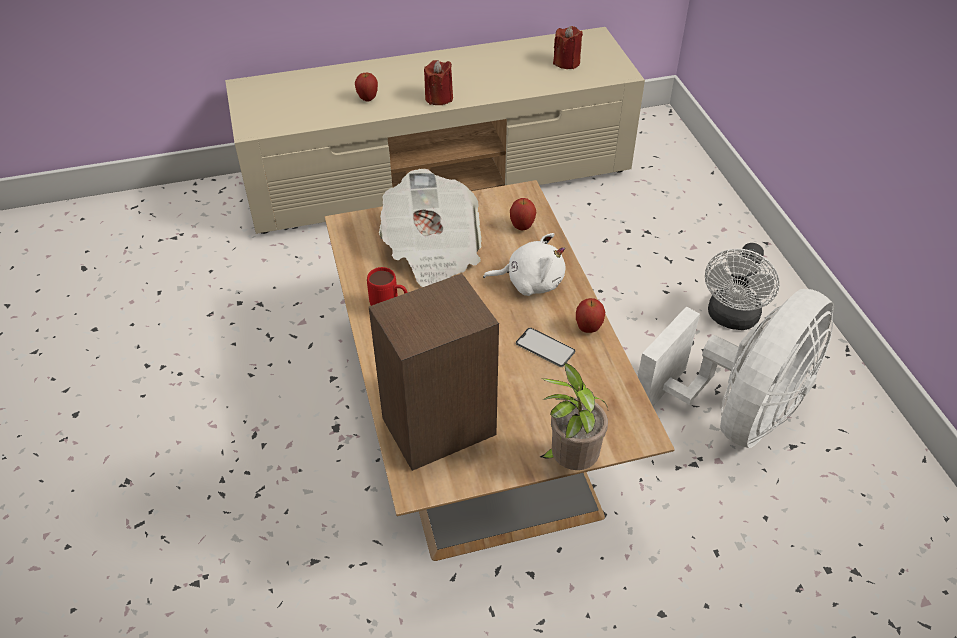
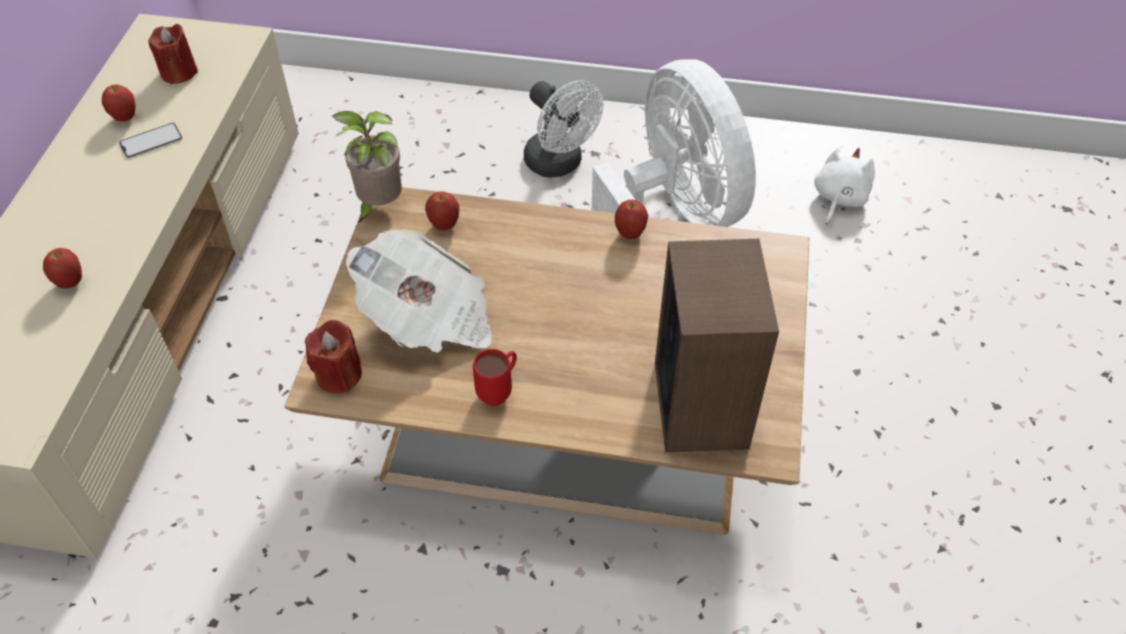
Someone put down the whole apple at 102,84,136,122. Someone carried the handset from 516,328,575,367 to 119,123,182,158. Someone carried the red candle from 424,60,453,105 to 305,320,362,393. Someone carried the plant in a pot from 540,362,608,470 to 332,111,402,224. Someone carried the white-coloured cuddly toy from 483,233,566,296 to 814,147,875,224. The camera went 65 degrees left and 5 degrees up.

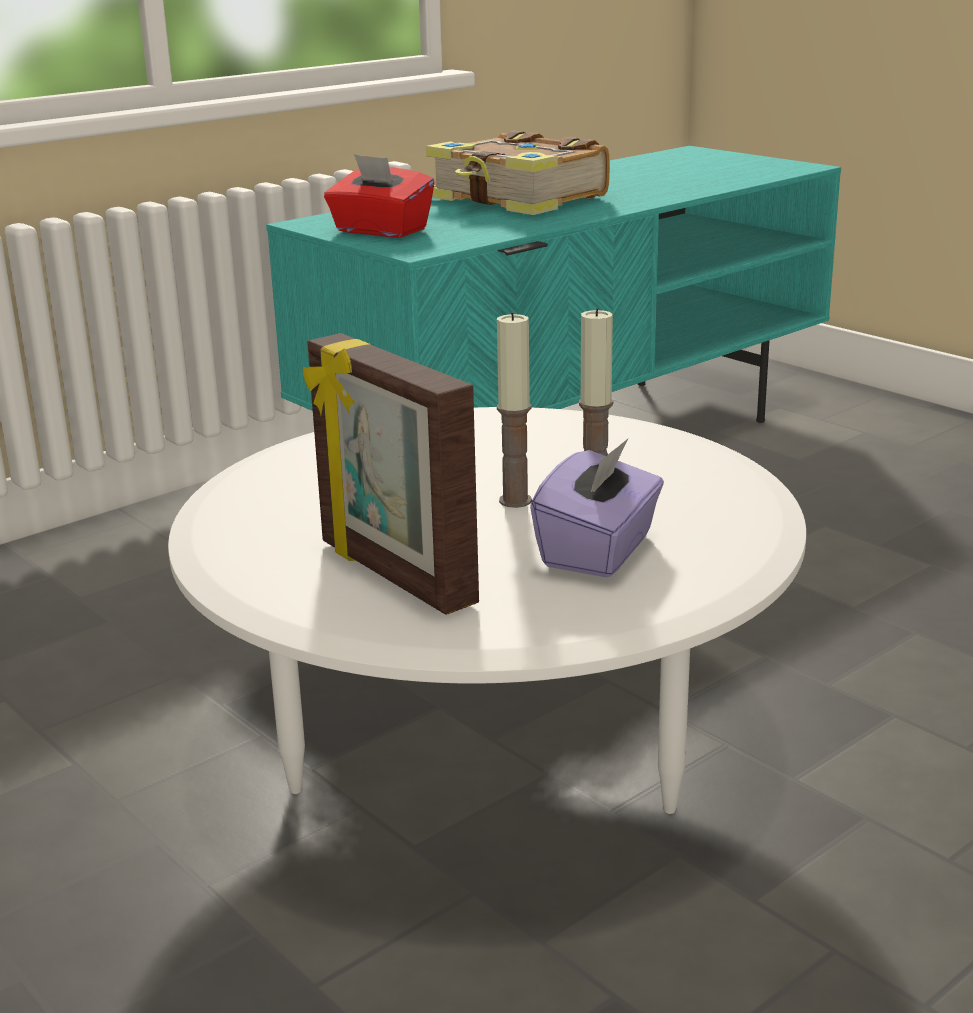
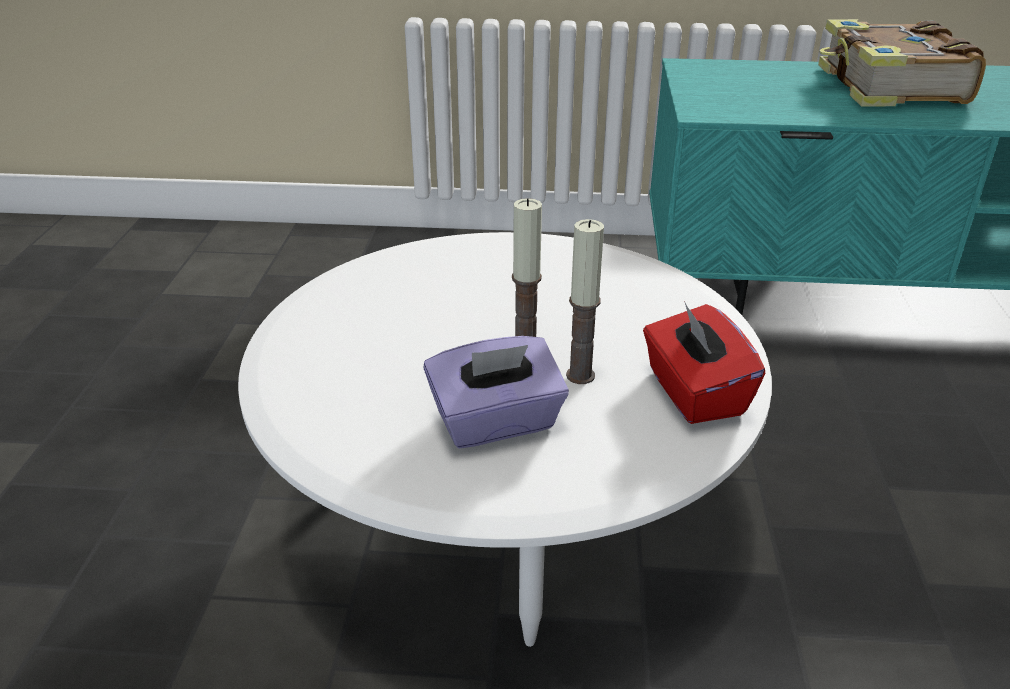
Someone carried the red tissue holder from 324,154,435,238 to 643,301,765,424. Someone took away the photo frame at 303,333,479,615. The camera went 45 degrees right and 10 degrees up.

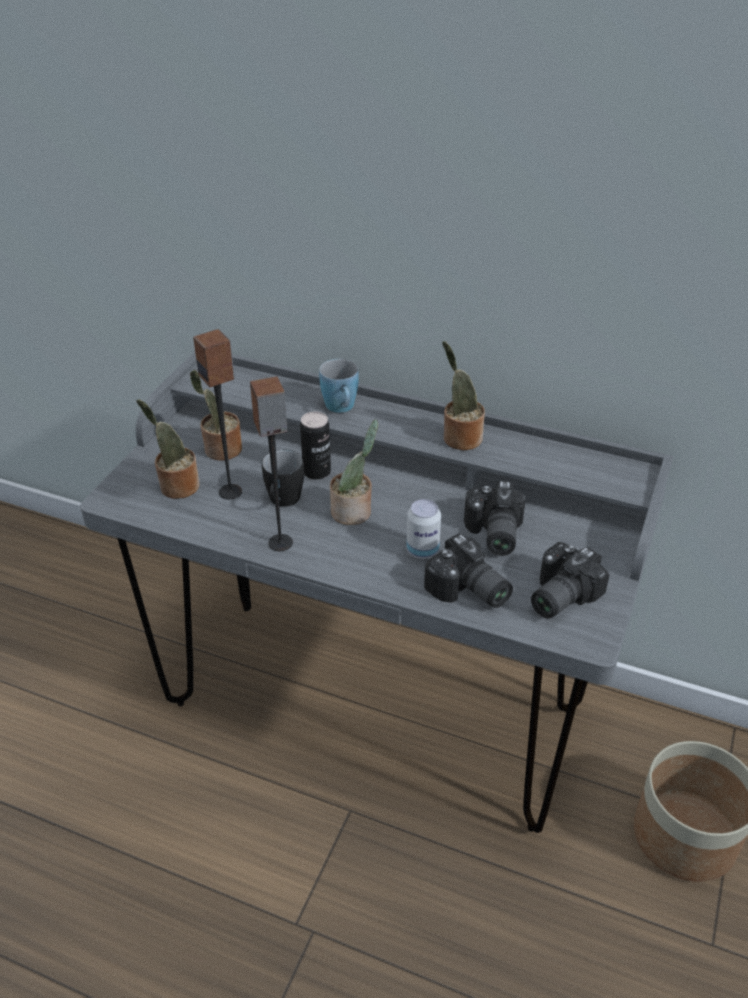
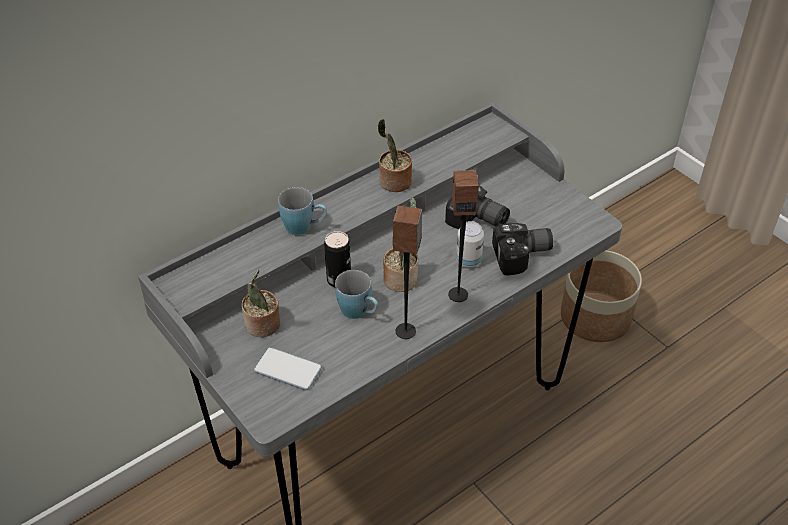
Someone swapped the plant in a pot at 136,399,200,499 for the handset at 254,347,322,390. Someone repainted the black coffee mug at 262,450,304,507, which became the blue-coloured coffee mug at 335,270,378,319. Someone carried the loudspeaker from 193,329,242,499 to 448,170,479,302. Someone took away the photo camera at 531,542,609,618. The camera went 60 degrees left and 5 degrees up.

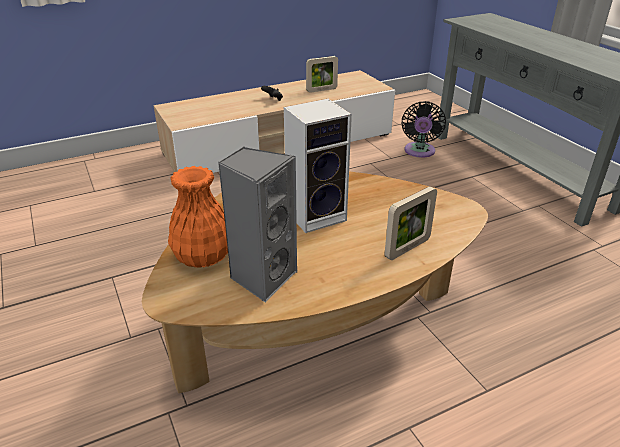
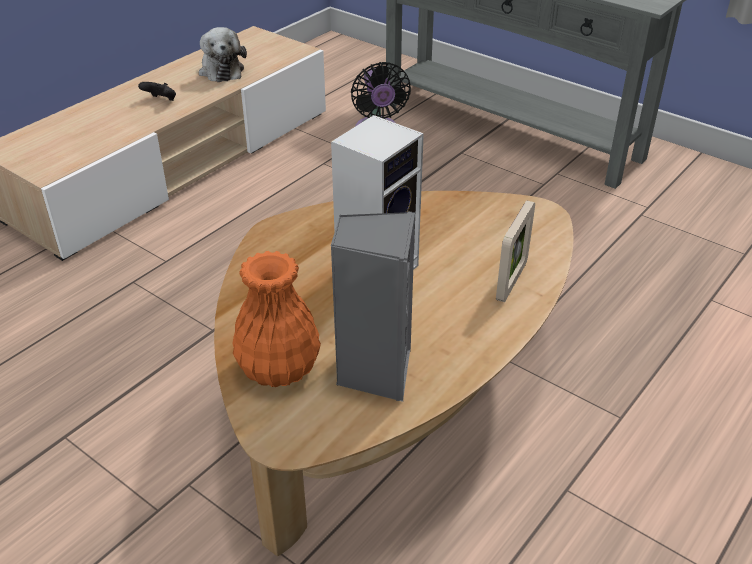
Someone swapped the photo frame at 306,56,338,93 for the cuddly toy at 199,27,247,82. The camera went 25 degrees left and 5 degrees up.

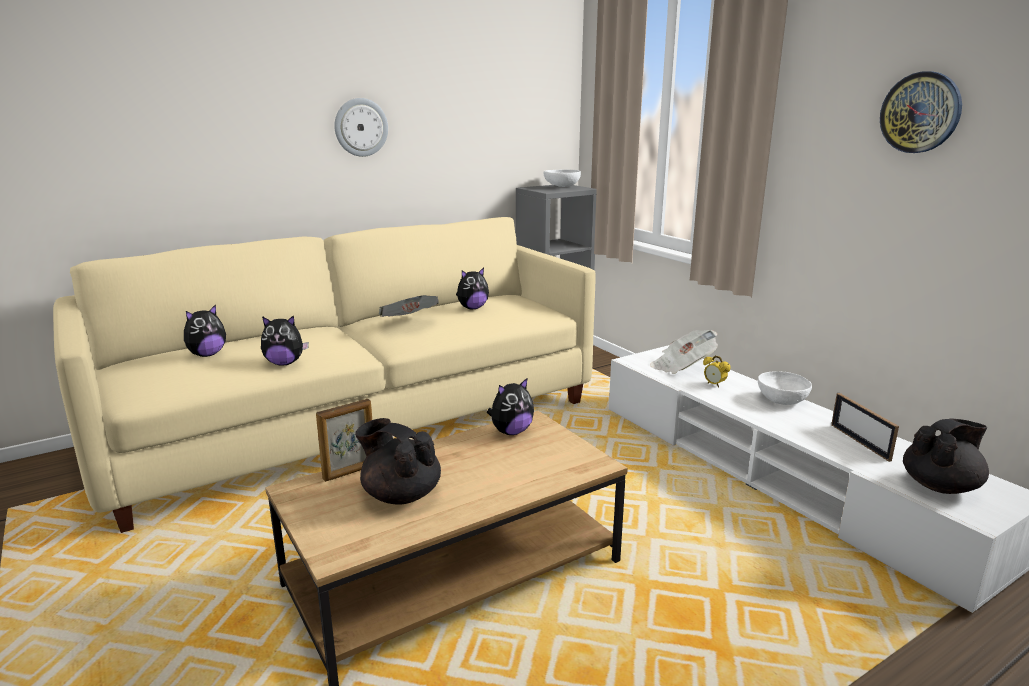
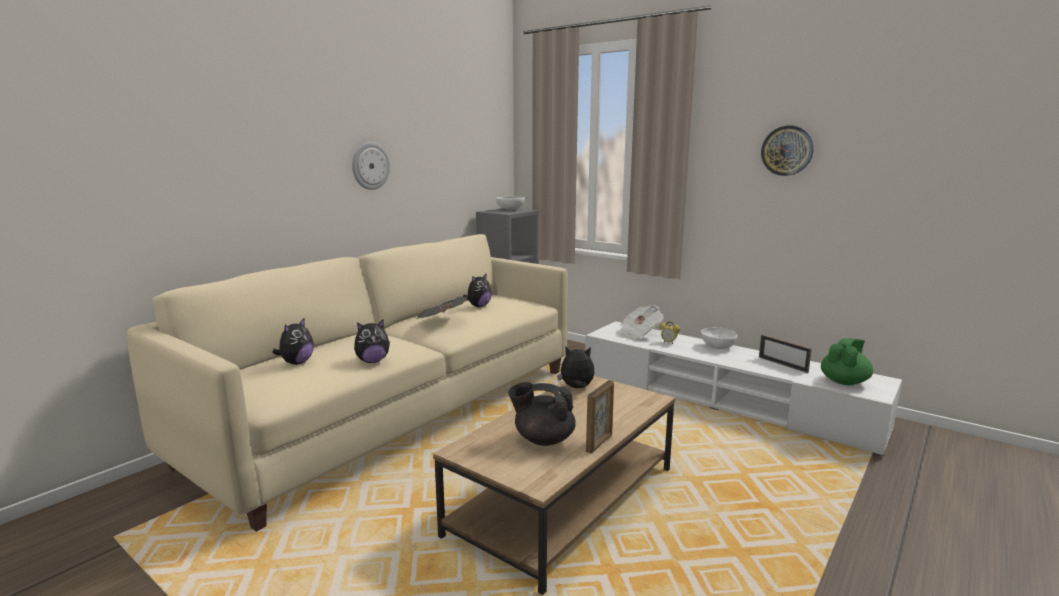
Someone rotated the cuddly toy at 487,378,534,435 by 120 degrees counterclockwise. Someone carried the photo frame from 316,399,372,482 to 586,380,614,453. Someone repainted the black teapot at 903,418,989,494, which became the greenish teapot at 821,338,873,385. The camera went 20 degrees left and 5 degrees down.

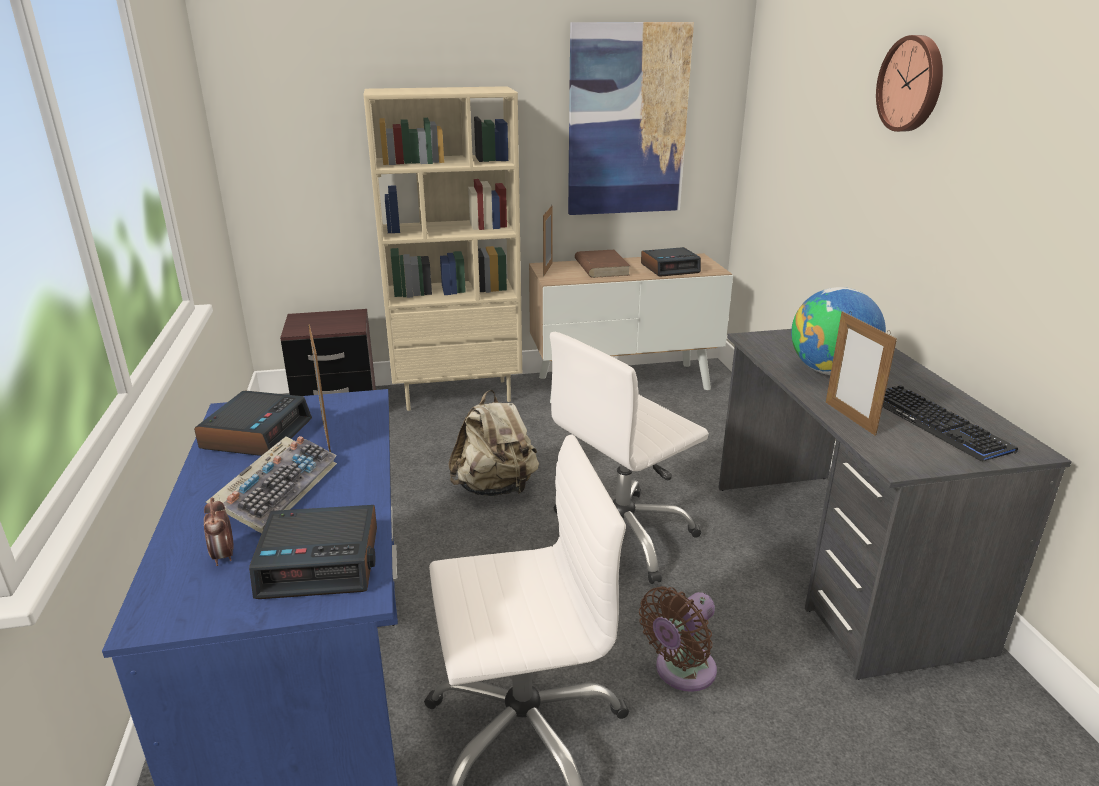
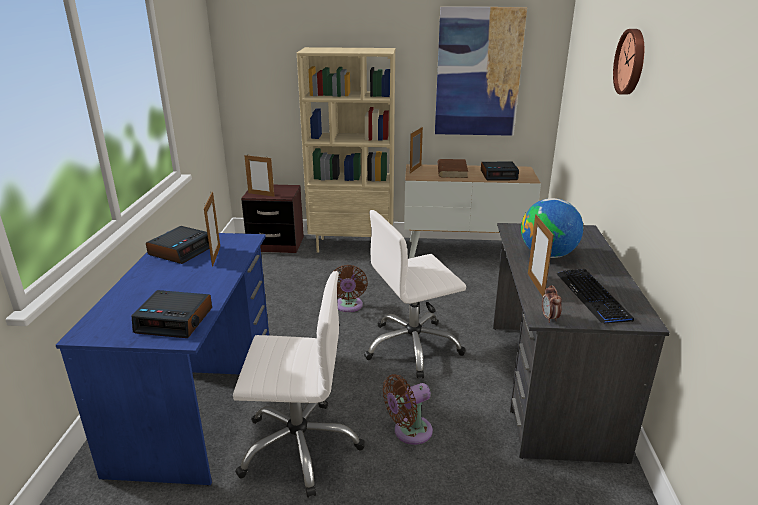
Someone put down the photo frame at 244,155,275,197. Someone swapped the sand-coloured backpack at 449,390,539,496 for the brownish electric fan at 334,265,368,312. Someone carried the table clock from 204,498,234,566 to 542,285,562,323. Someone took away the PC keyboard at 206,436,337,534. The camera went 15 degrees right and 0 degrees up.

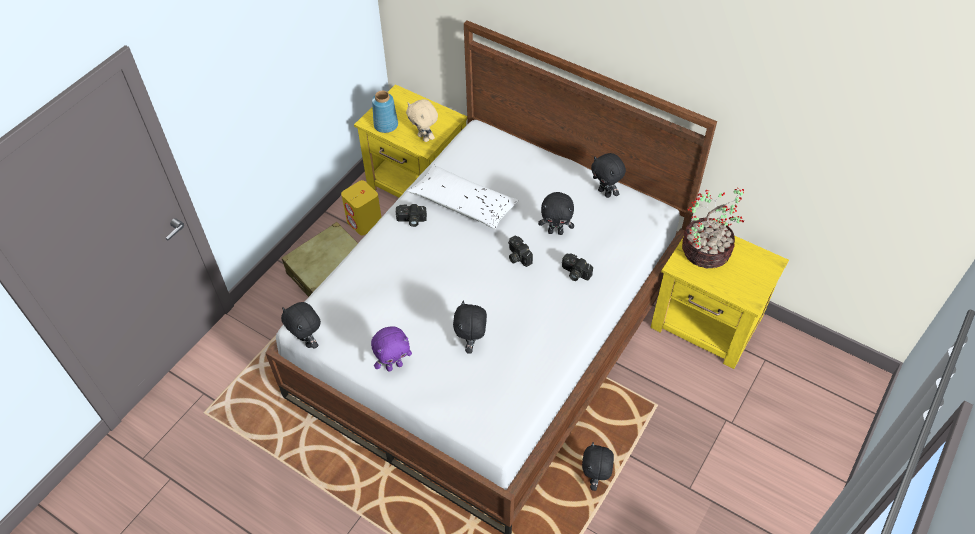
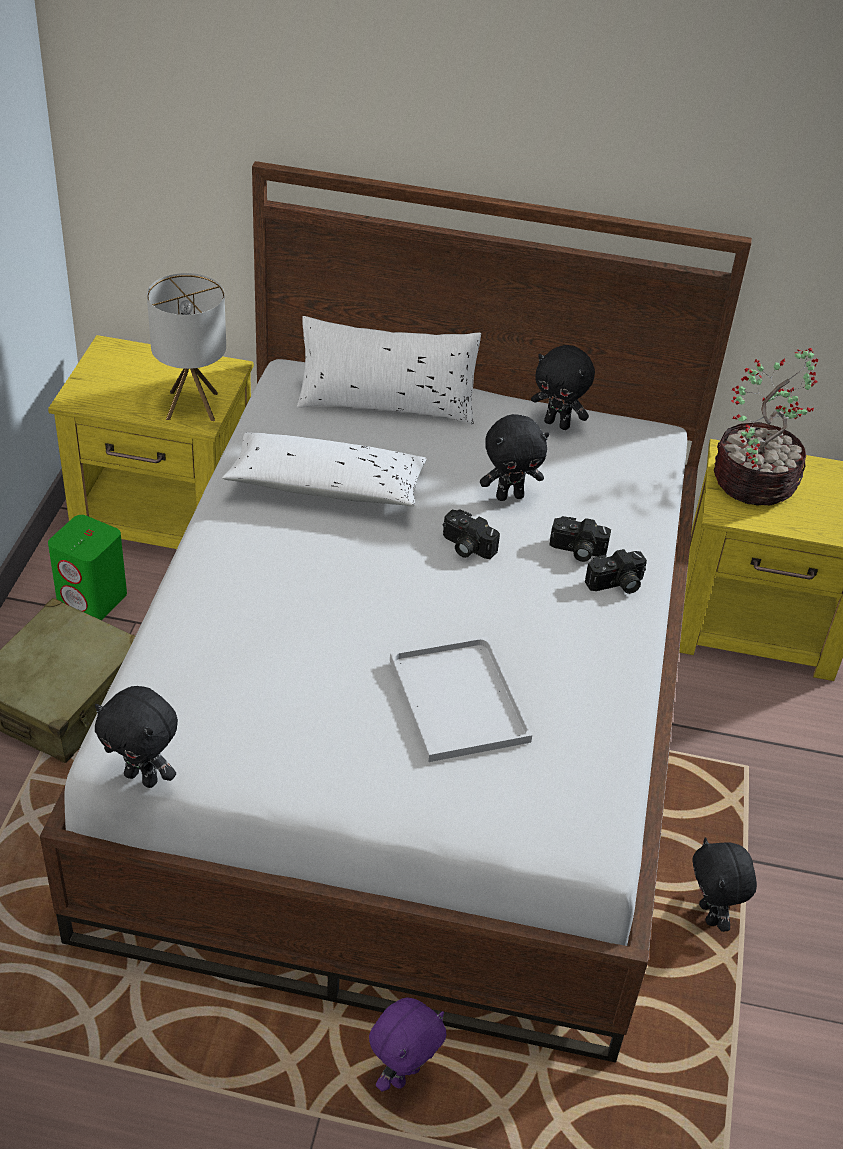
Someone repainted the yellowish loudspeaker at 341,180,381,235, which became the greenish loudspeaker at 48,515,127,620. Someone swapped the sand-coloured cuddly toy at 406,99,438,142 for the table lamp at 147,273,226,421. Someone put down the white-coloured cushion at 297,316,481,424. Someone carried the purple-coloured cuddly toy from 371,326,412,372 to 369,998,447,1092. Someone swapped the black cuddly toy at 453,300,487,354 for the white-coloured carrying tray at 390,636,532,762. Someone carried the photo camera from 396,204,427,227 to 585,549,647,594. Someone took away the blue-coloured vase at 372,91,398,133. The camera went 25 degrees left and 10 degrees down.

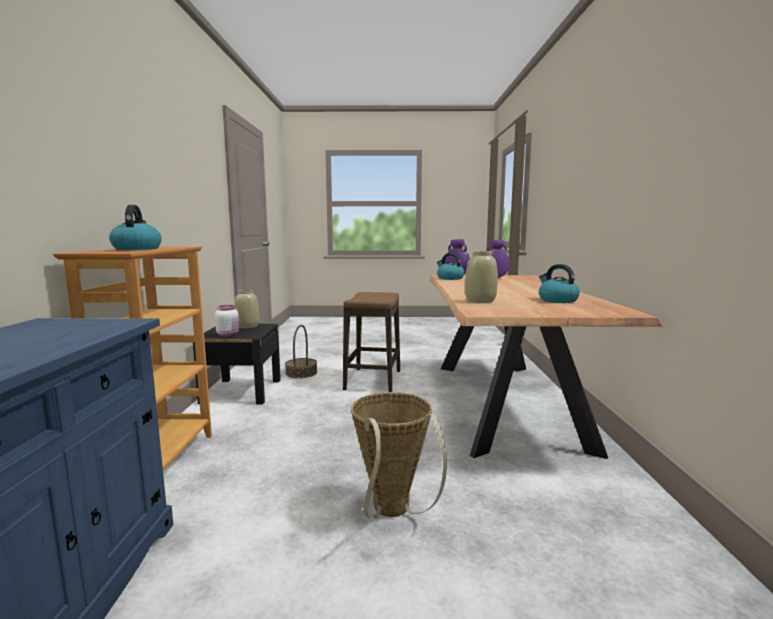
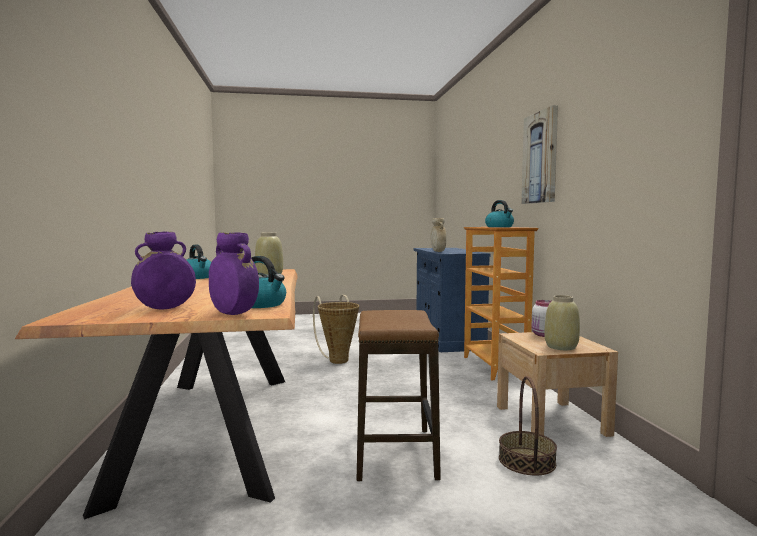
Someone put down the sand-coloured vase at 431,218,446,252. Someone repainted the black night table at 193,324,281,404, which became the sand-coloured night table at 497,332,618,437. Someone put up the wall art at 521,105,558,204. The camera went 170 degrees right and 5 degrees down.

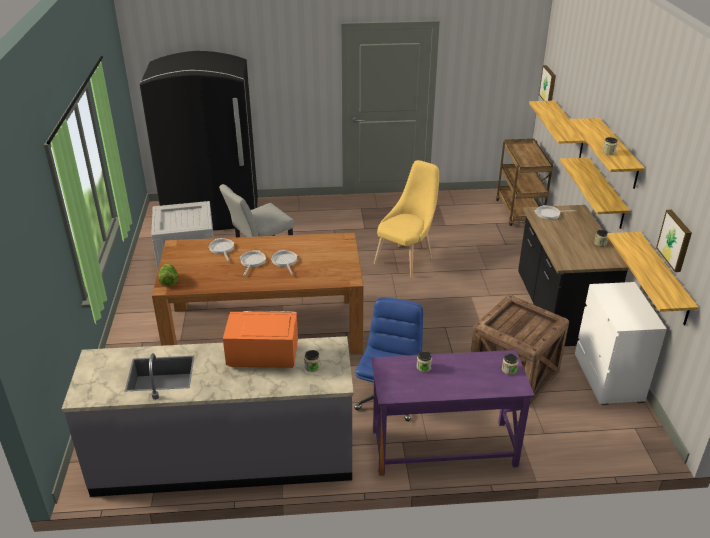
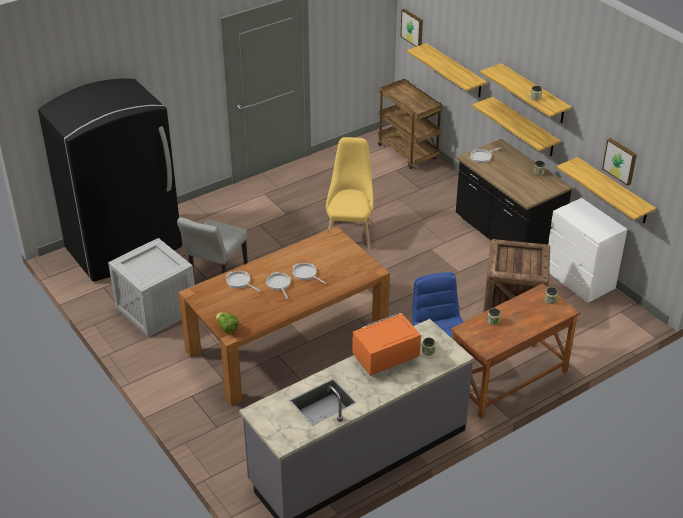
Someone repainted the purple-coloured desk table at 371,350,535,476, which became the brownish desk table at 450,283,580,419. The camera went 30 degrees left and 5 degrees up.

